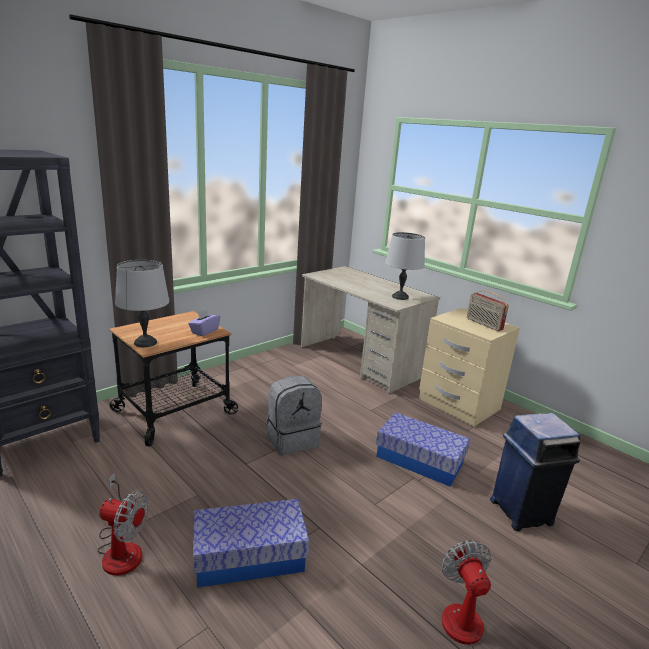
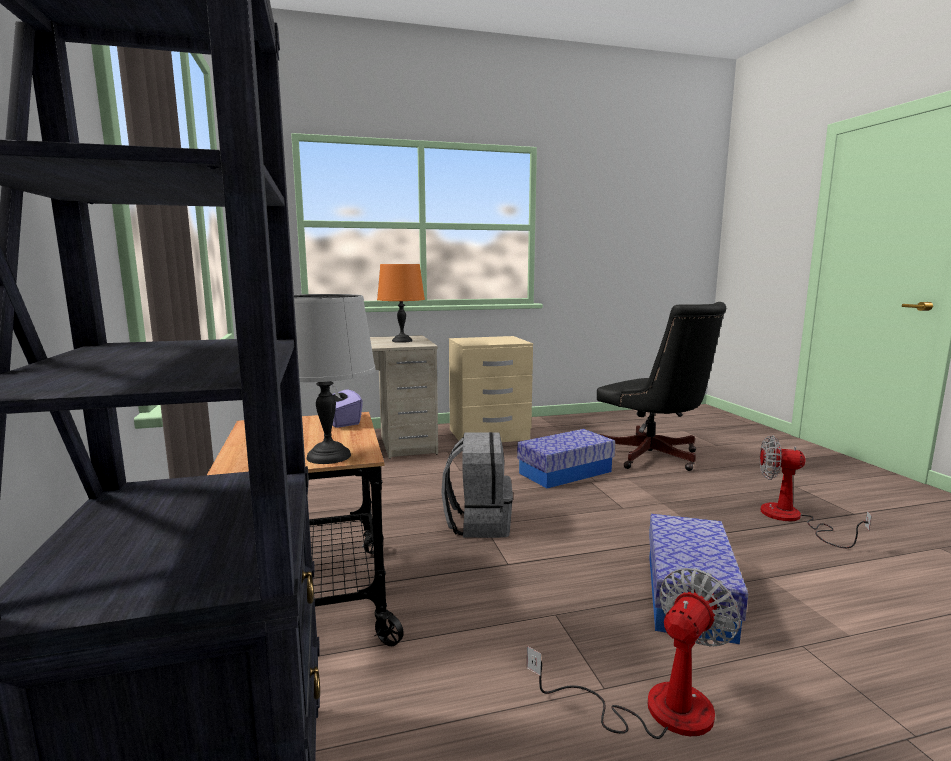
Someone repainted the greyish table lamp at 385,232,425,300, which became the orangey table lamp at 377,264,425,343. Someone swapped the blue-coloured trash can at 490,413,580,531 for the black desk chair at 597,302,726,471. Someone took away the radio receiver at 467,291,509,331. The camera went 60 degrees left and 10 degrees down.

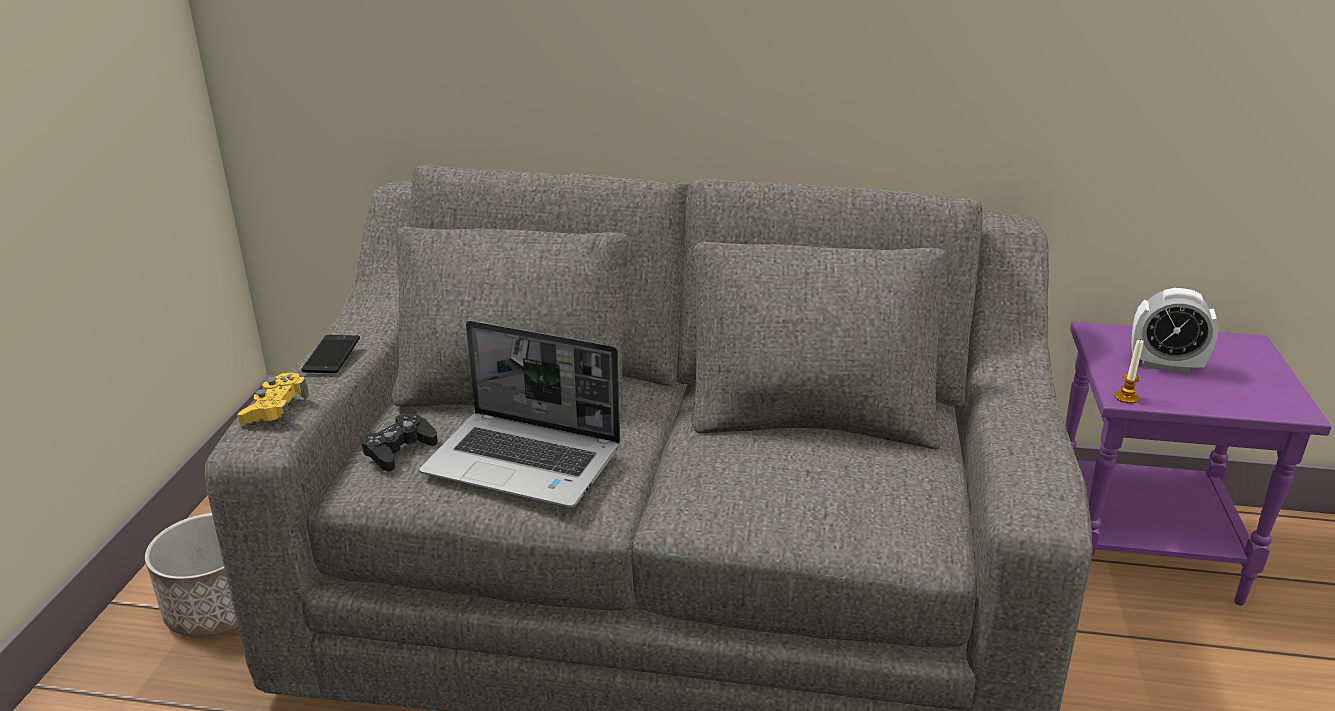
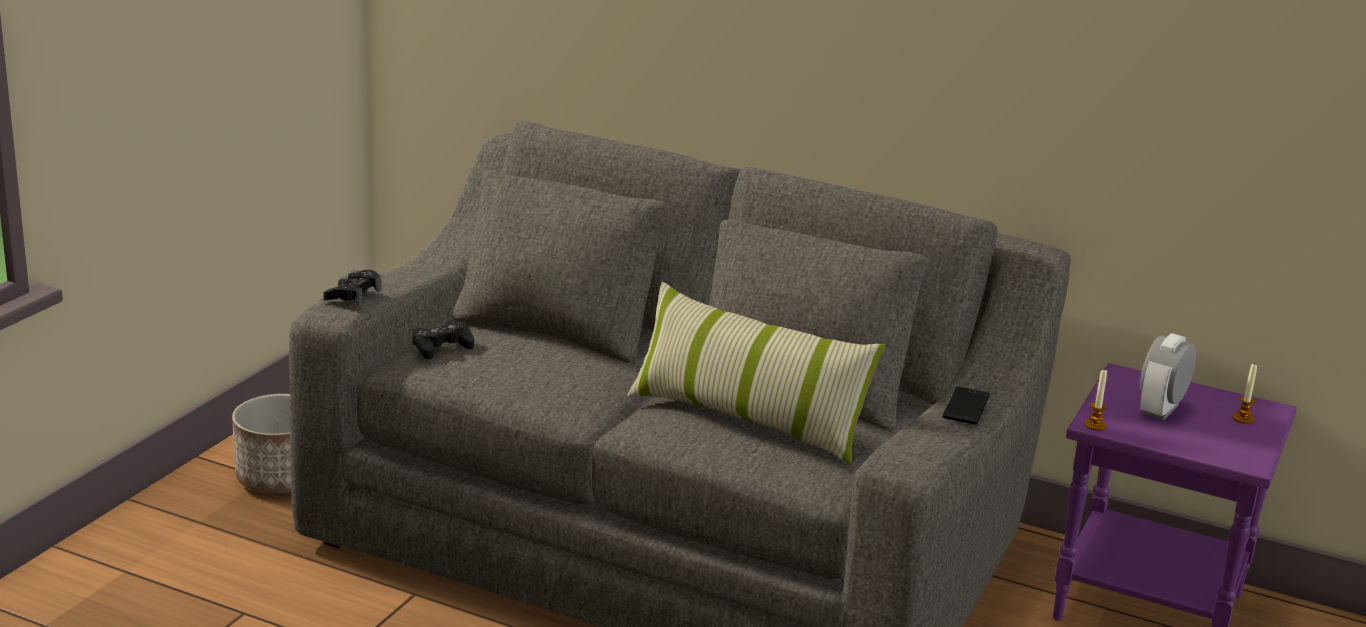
Someone repainted the yellowish game controller at 237,373,309,425, which became the black game controller at 323,270,382,306. Someone put down the cushion at 627,282,885,464. Someone carried the handset from 301,335,360,373 to 942,386,990,425. Someone rotated the table clock at 1132,288,1219,374 by 90 degrees clockwise. Someone put down the candle at 1233,363,1257,424. Someone took away the laptop at 419,320,620,507. The camera went 15 degrees right and 5 degrees down.

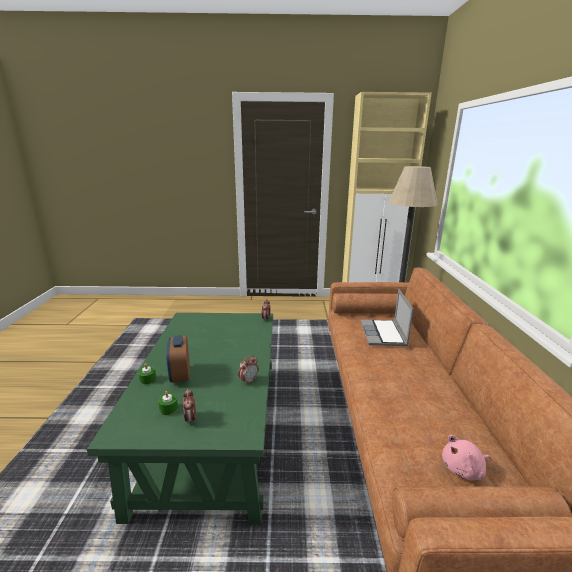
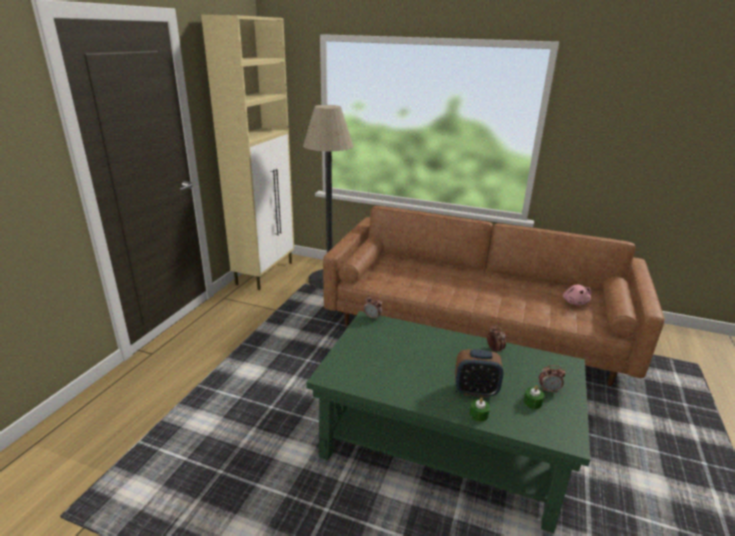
Someone took away the laptop at 360,289,413,346. The camera went 70 degrees left and 5 degrees up.

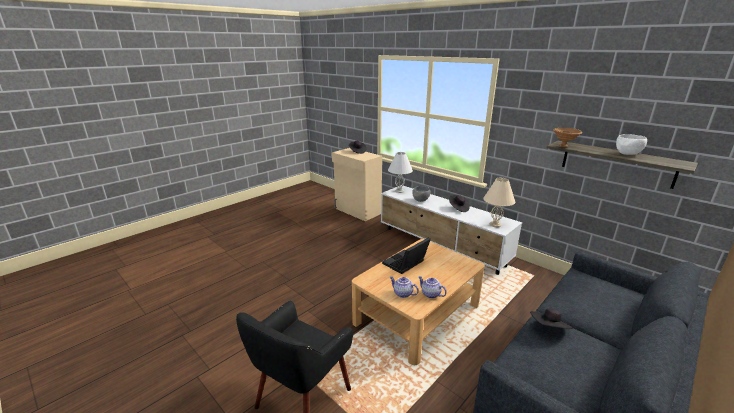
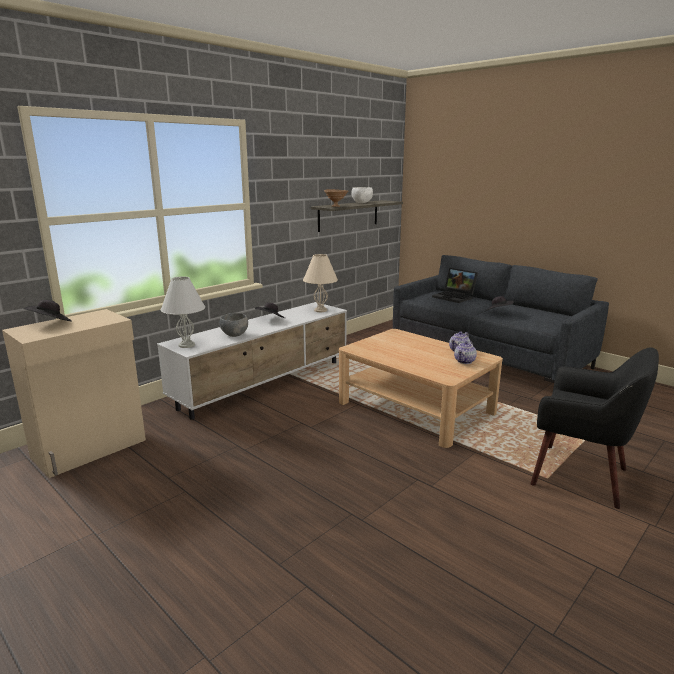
Someone carried the laptop from 382,237,431,274 to 432,268,478,303. The camera went 90 degrees left and 5 degrees down.

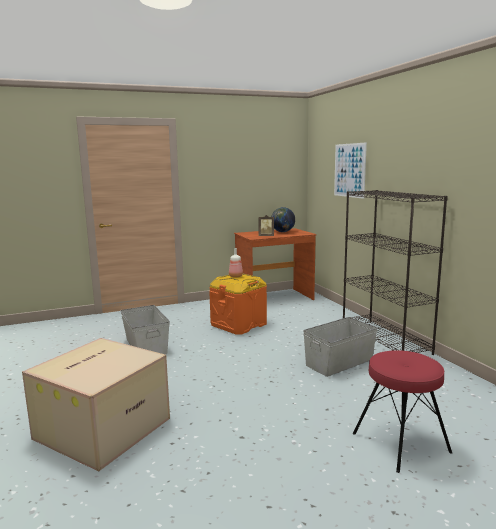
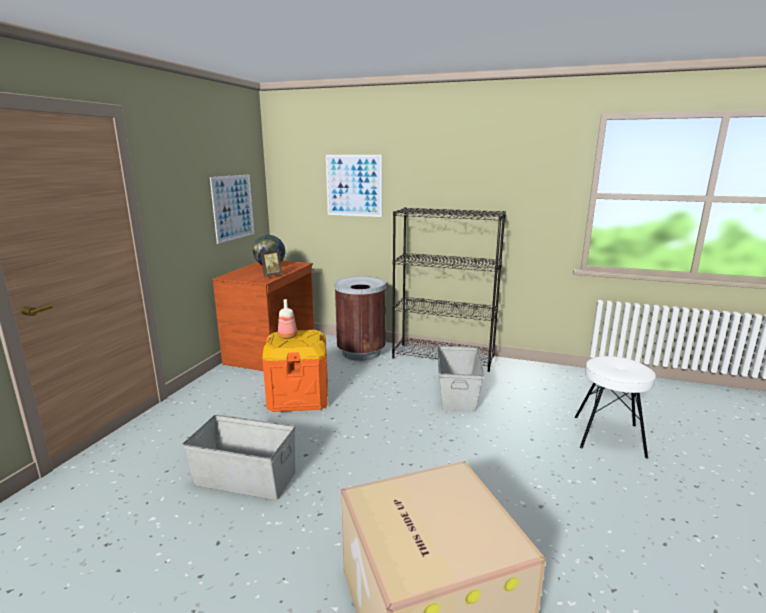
Someone put up the wall art at 210,174,254,244. Someone put down the brownish trash can at 335,276,386,361. Someone repainted the red stool at 353,350,452,473, which became the white-coloured stool at 575,356,656,459. The camera went 50 degrees left and 5 degrees up.

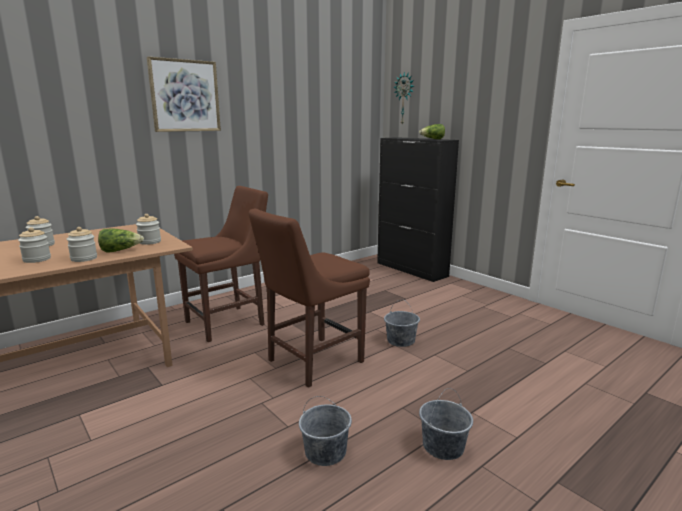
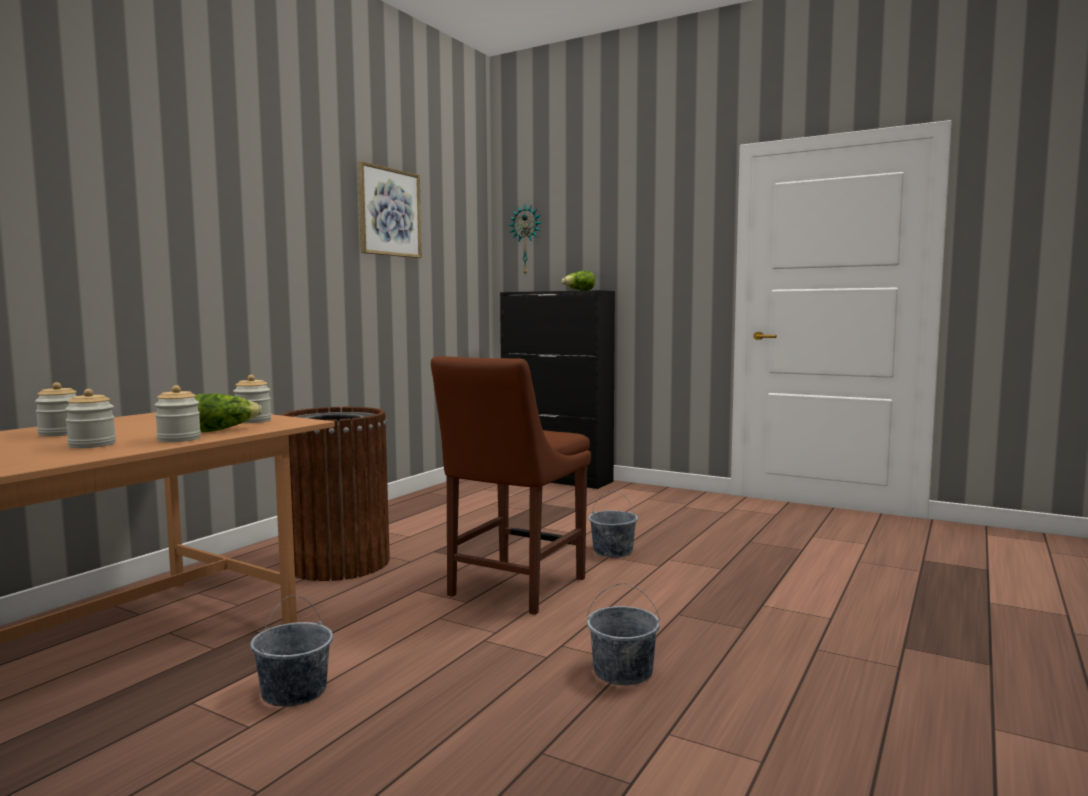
Someone carried the greyish pail from 419,388,473,460 to 250,596,333,707. Someone swapped the brownish upright chair at 174,186,268,342 for the brownish trash can at 281,407,390,581. Someone carried the wall art from 147,56,221,132 to 358,161,422,258. The camera went 20 degrees left and 10 degrees down.

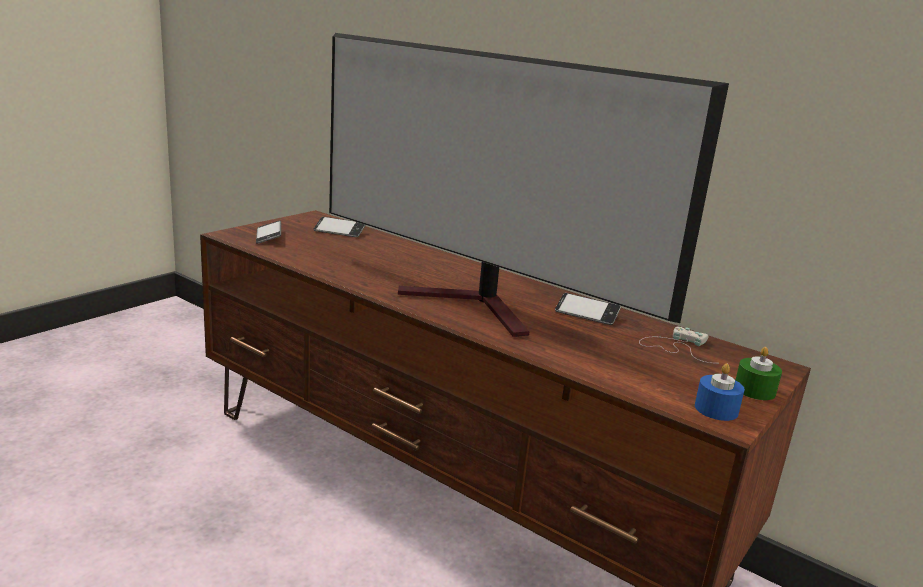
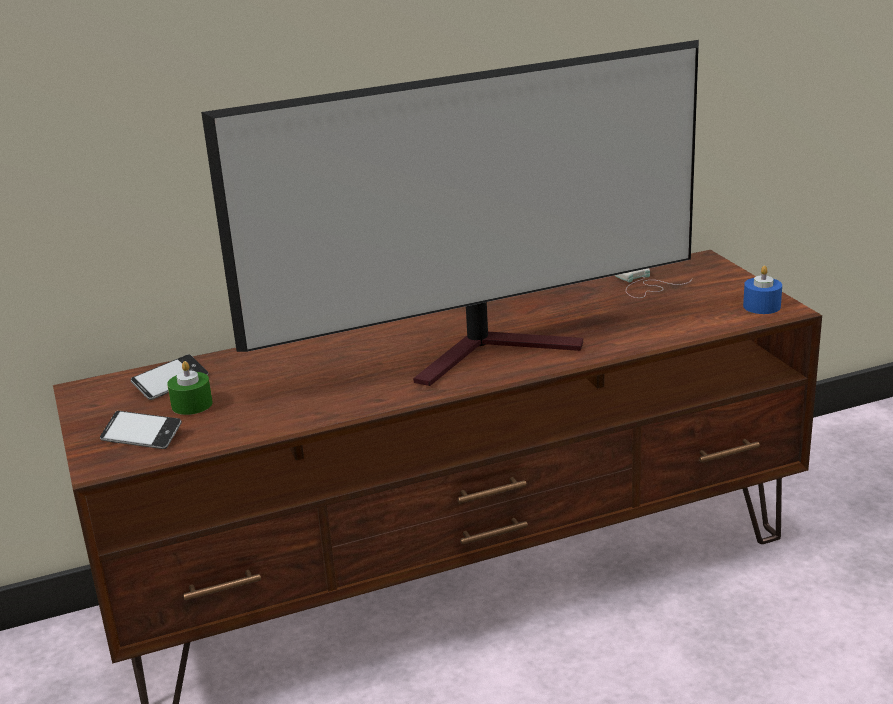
Someone carried the greenish candle from 736,347,782,400 to 167,361,213,415. Someone took away the handset at 555,293,621,325. The camera went 55 degrees left and 5 degrees up.

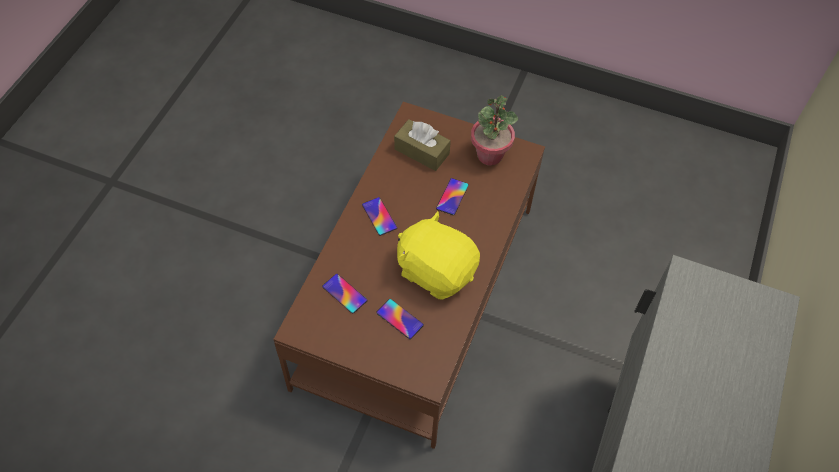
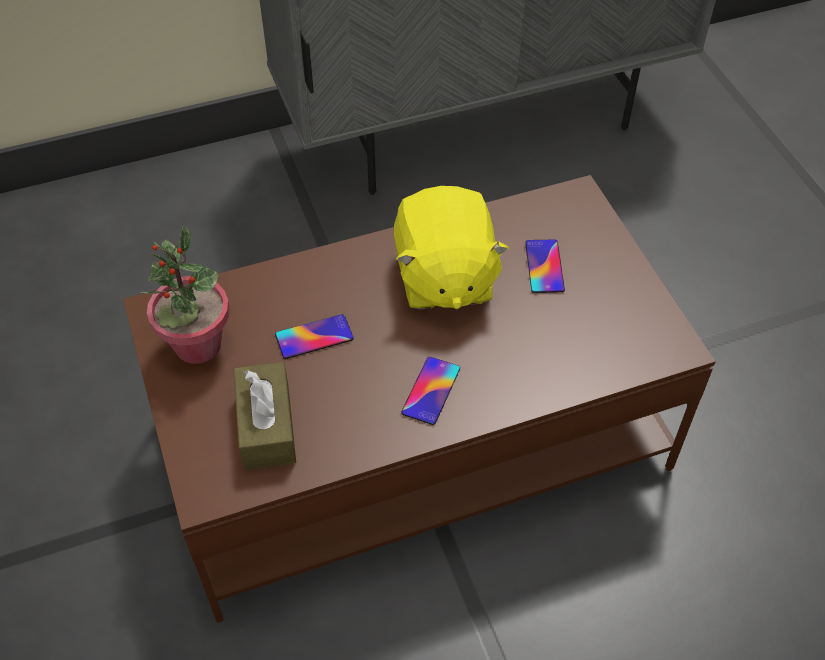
Someone took away the handset at 322,274,368,314. The camera went 130 degrees left and 5 degrees down.

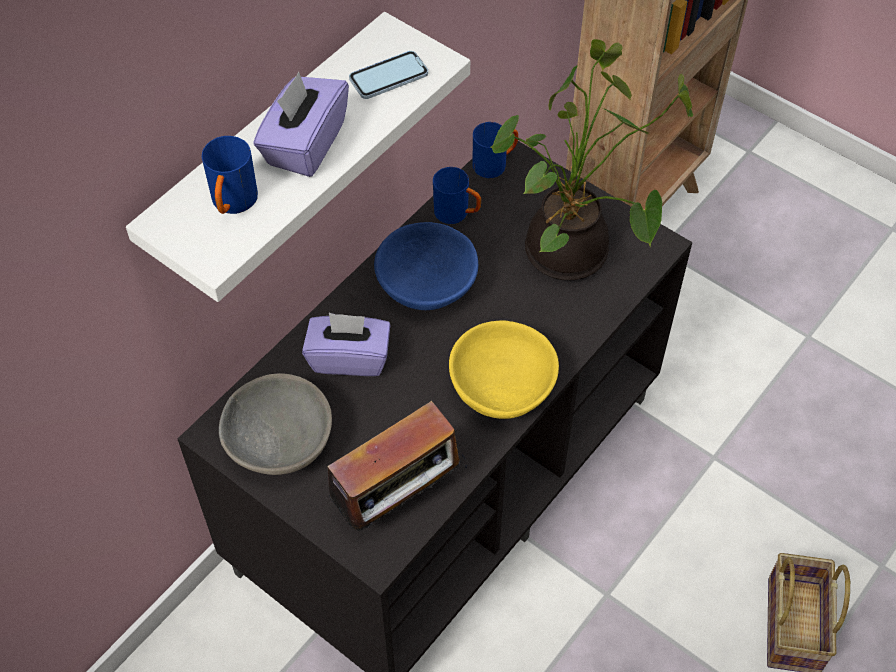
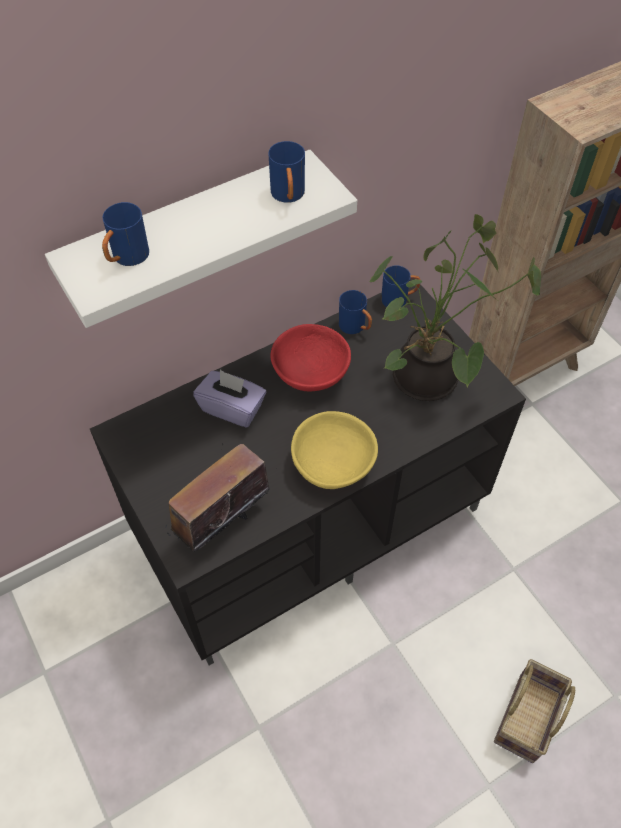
Someone rotated the radio receiver at 327,401,467,531 by 150 degrees clockwise. Someone swapped the handset at 349,51,428,99 for the blue-coloured coffee mug at 268,141,305,203. Someone repainted the blue-coloured deep dish at 374,222,478,310, which became the red deep dish at 271,324,351,391. Someone took away the greyish deep dish at 219,373,332,475. Someone took away the purple-coloured tissue holder at 253,72,349,177. The camera went 20 degrees right and 0 degrees up.

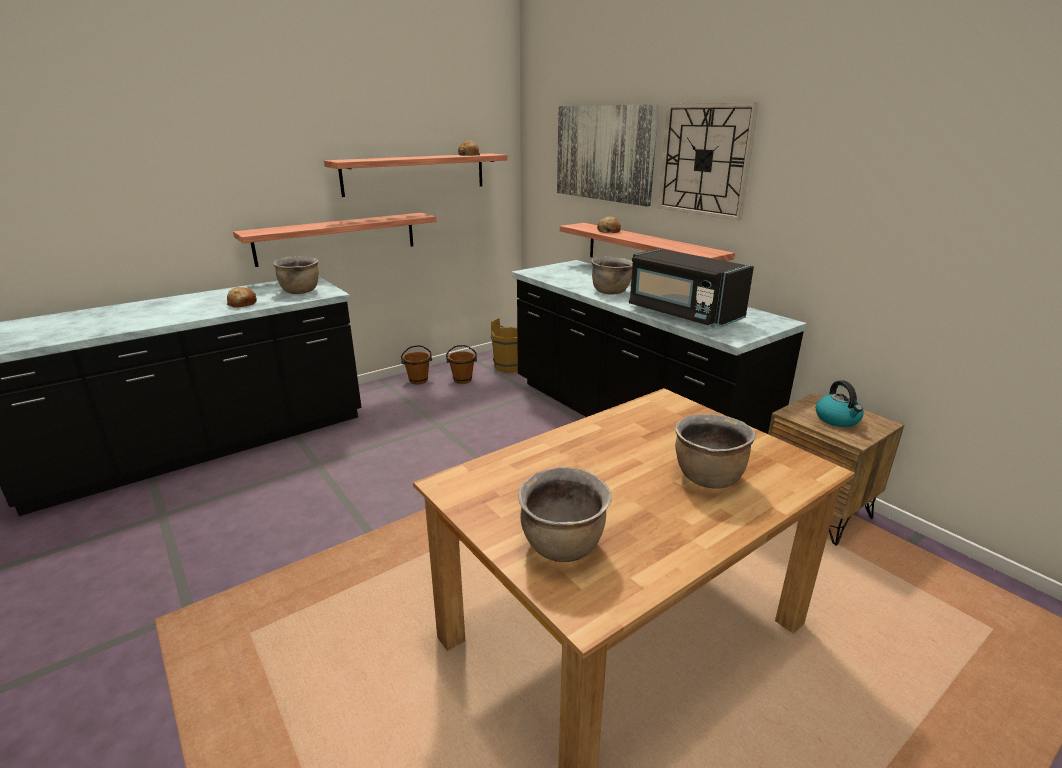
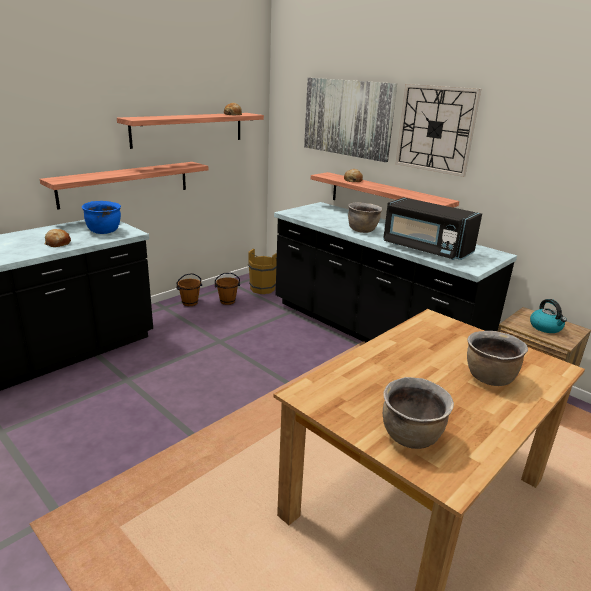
Someone repainted the brownish cooking pot at 273,256,319,294, which became the blue-coloured cooking pot at 82,201,121,234. The camera went 10 degrees left and 0 degrees up.

